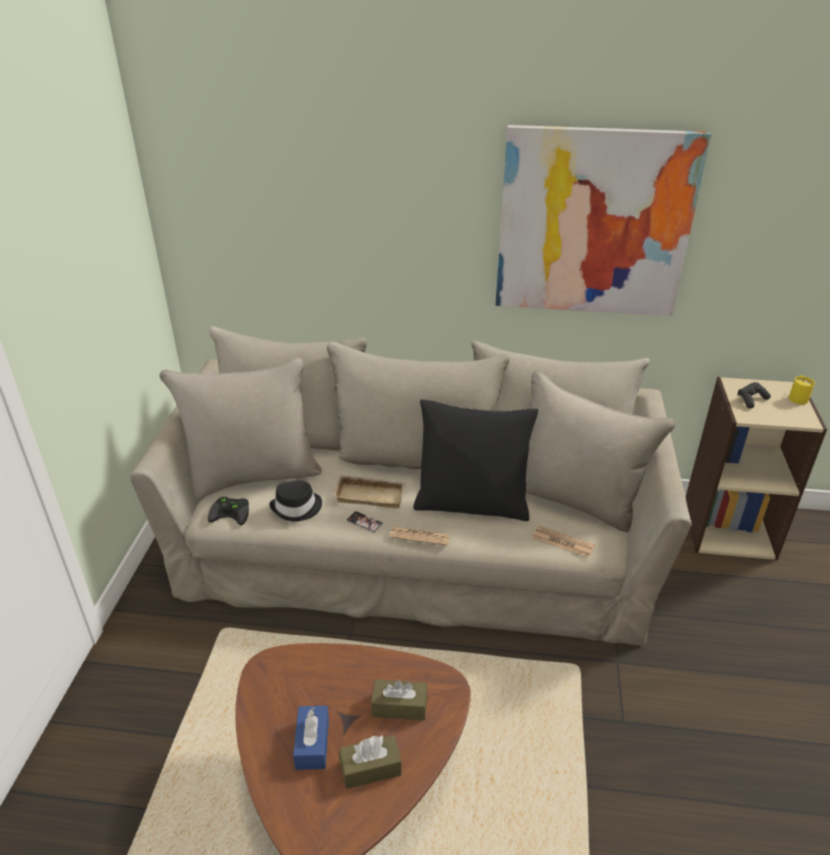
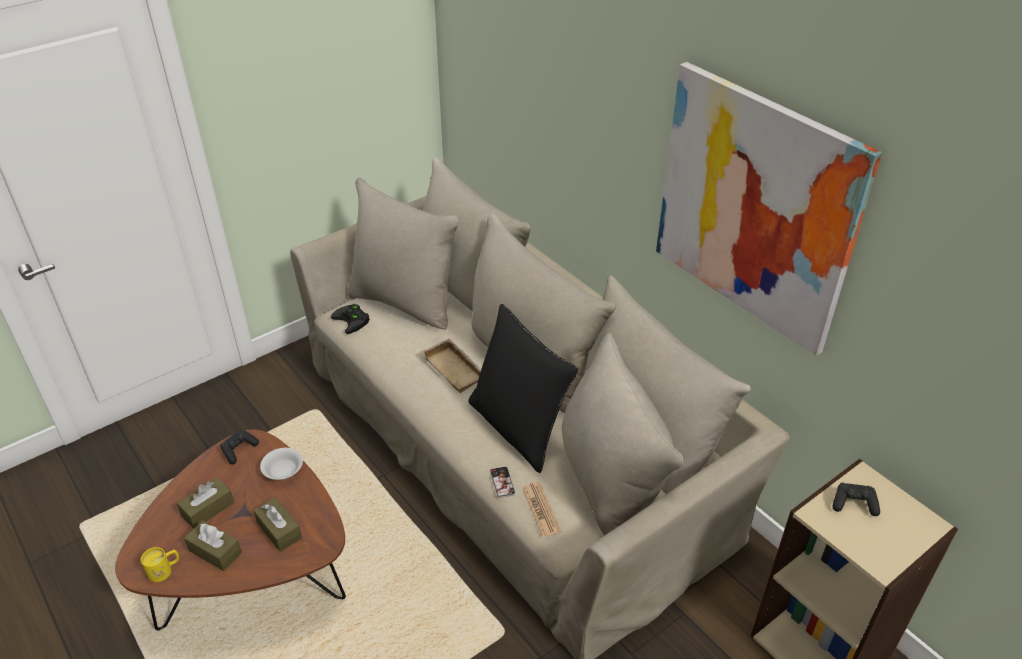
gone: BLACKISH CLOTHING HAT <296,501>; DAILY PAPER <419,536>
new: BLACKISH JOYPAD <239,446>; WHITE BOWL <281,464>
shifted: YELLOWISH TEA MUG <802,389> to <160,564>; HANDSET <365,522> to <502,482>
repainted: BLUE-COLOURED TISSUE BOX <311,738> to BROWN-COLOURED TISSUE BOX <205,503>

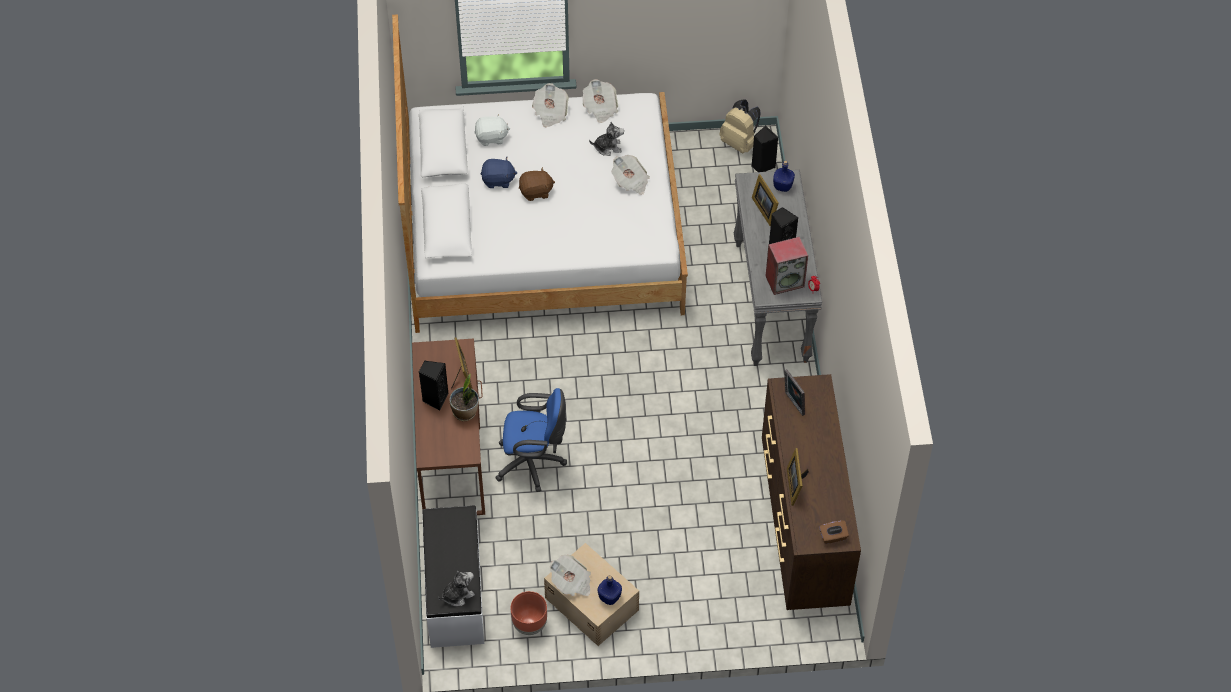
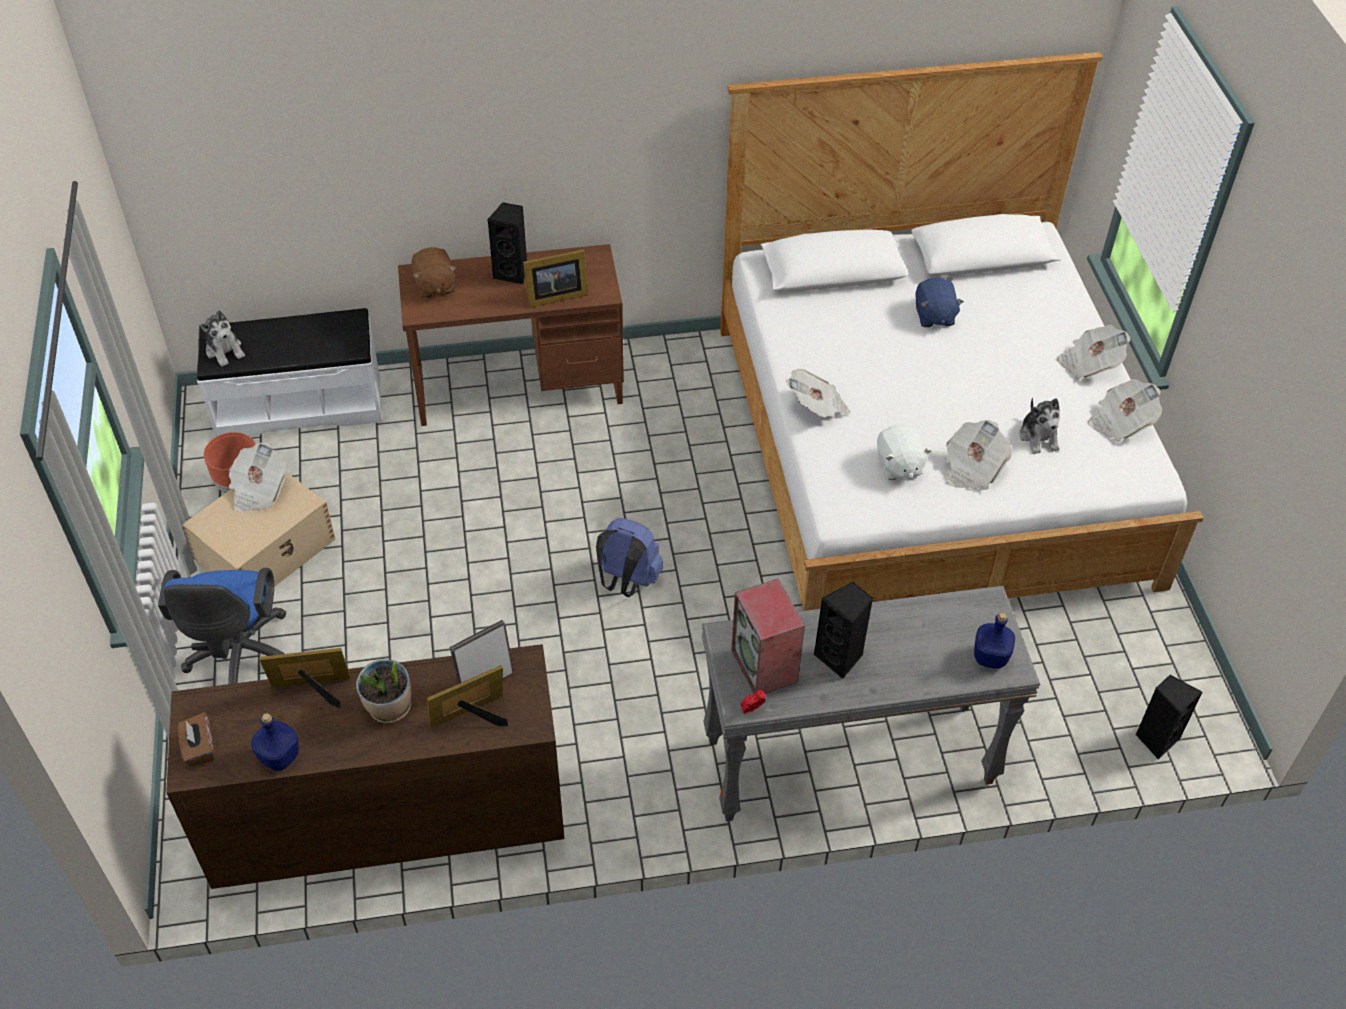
gone: SAND-COLOURED RUCKSACK <740,126>
new: DAILY PAPER <818,393>; BLUE-COLOURED RUCKSACK <629,557>
shifted: WHITE SOFT TOY <492,129> to <904,452>; BROWN-COLOURED SOFT TOY <537,184> to <433,272>; STANDING FRAME <765,200> to <467,697>; PLANT IN A POT <464,397> to <384,691>; BLUE-COLOURED COMPUTER CHAIR <531,440> to <222,626>; BLUE-COLOURED DRINK BOTTLE <610,590> to <275,742>

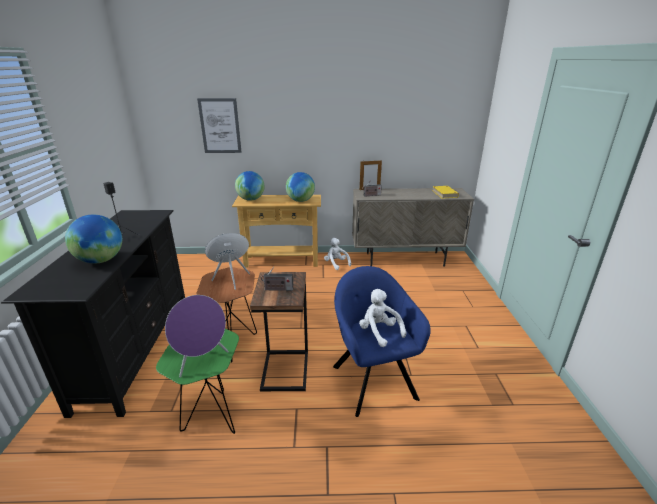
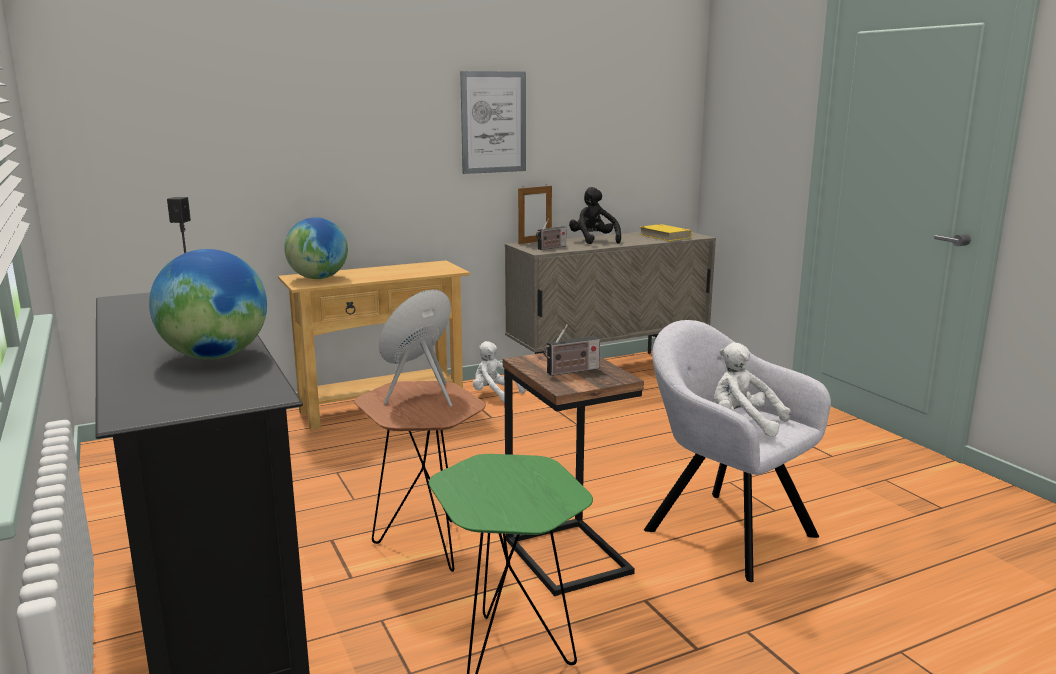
gone: DESK GLOBE <300,187>; PURPLE SPEAKER <197,336>
new: BLACKISH SOFT TOY <595,215>
shifted: WALL ART <219,125> to <493,122>
repainted: BLUE-COLOURED EASY CHAIR <382,341> to GREYISH EASY CHAIR <737,451>

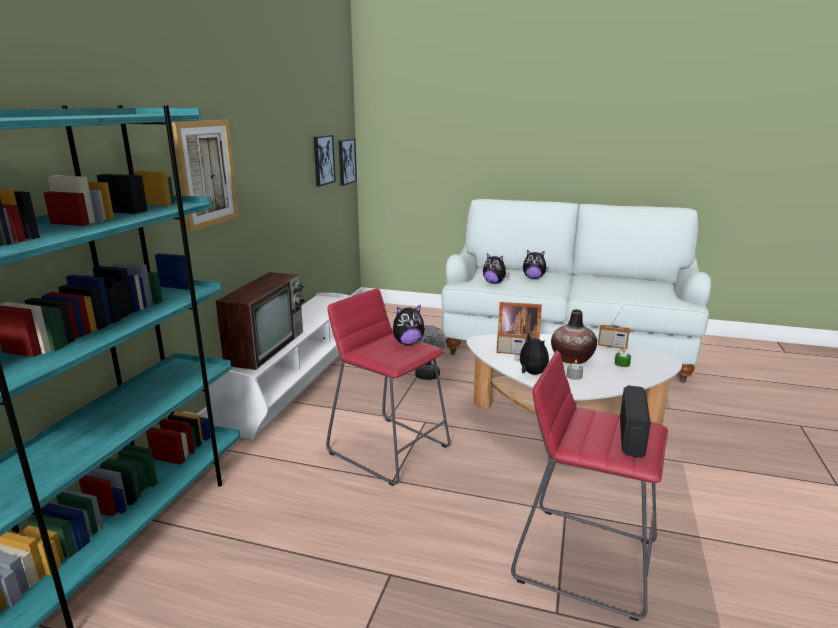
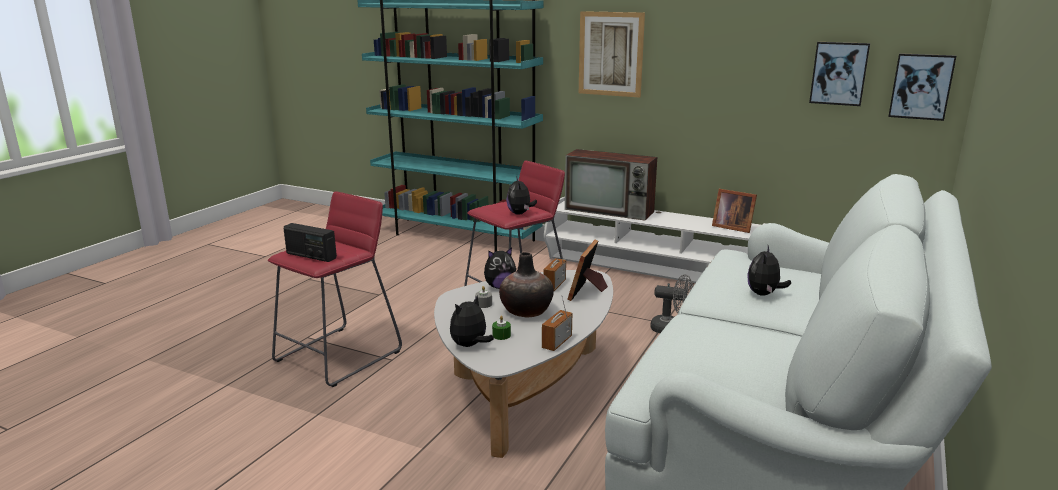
new: STANDING FRAME <734,211>
shifted: SOFT TOY <496,268> to <472,321>

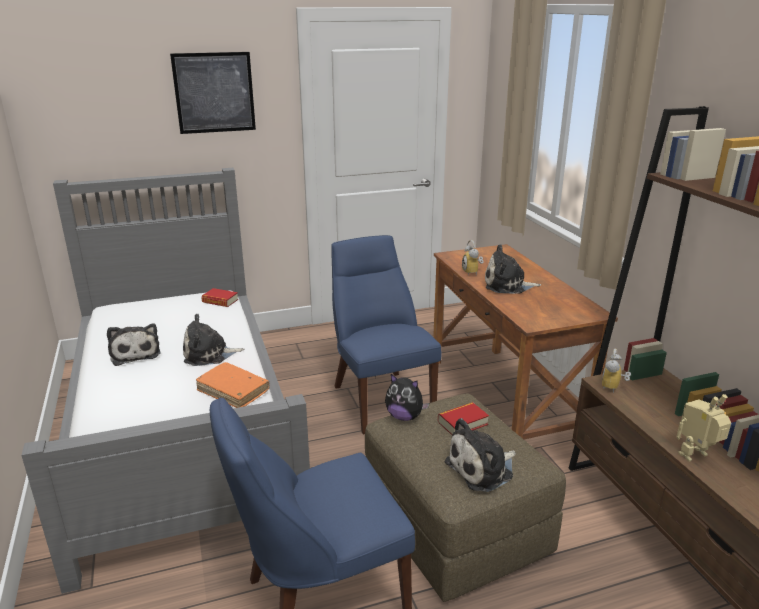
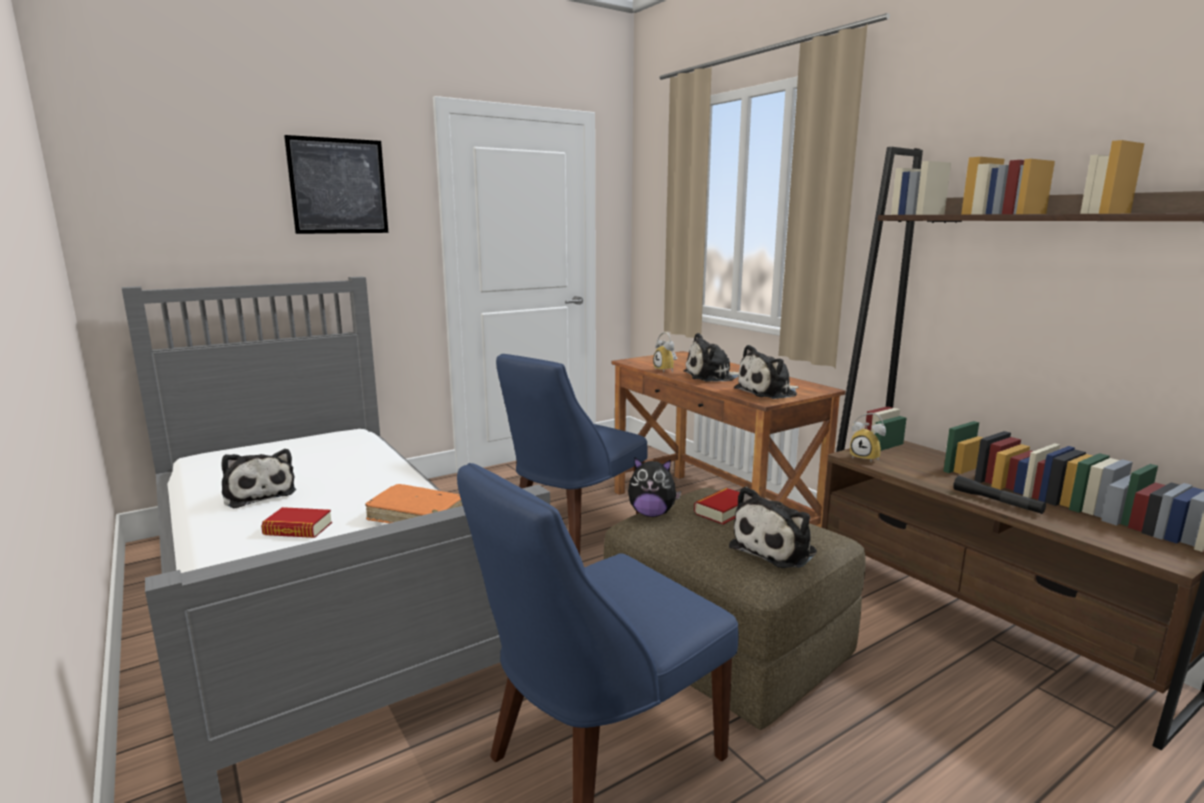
shifted: VOLUME <219,297> to <296,522>; SOFT TOY <213,340> to <766,372>
swapped: TOY ROBOT <704,428> to BLACKISH FLASHLIGHT <999,495>
rotated: BLUE-COLOURED UPRIGHT CHAIR <386,334> = <572,454> 105 degrees counterclockwise; ALARM CLOCK <616,371> = <868,437> 60 degrees counterclockwise

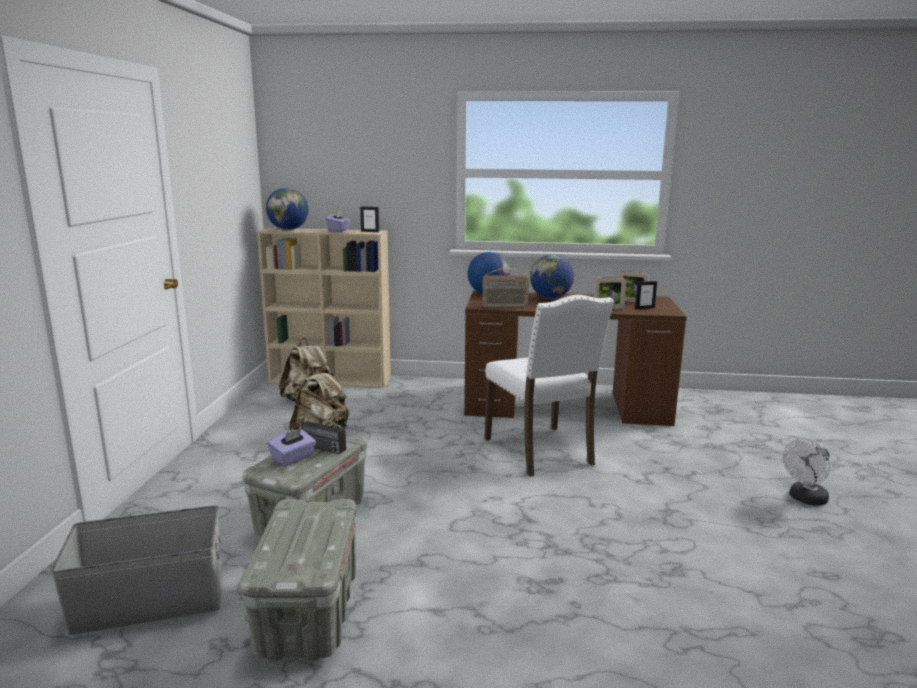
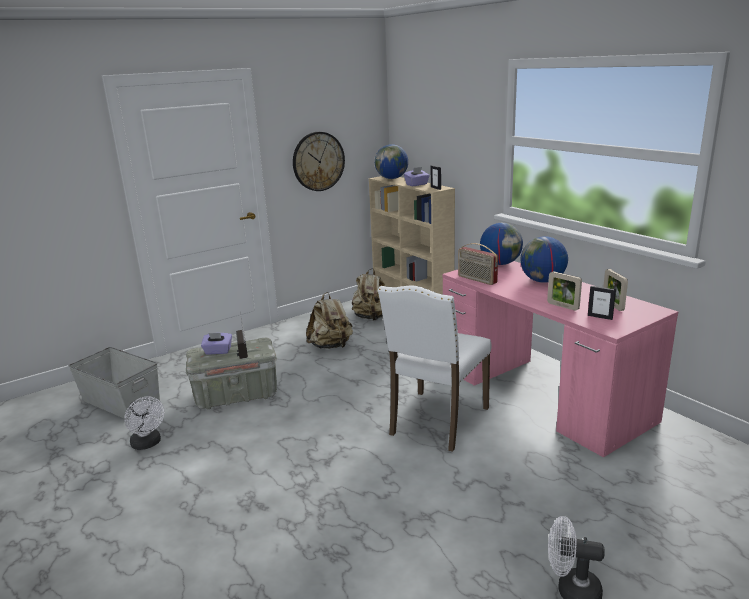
new: WALL CLOCK <319,161>
swapped: GREYISH STORAGE CONTAINER <298,580> to WHITE COOLING FAN <144,423>
repainted: BROWN-COLOURED DESK <575,358> to PINK DESK <560,359>

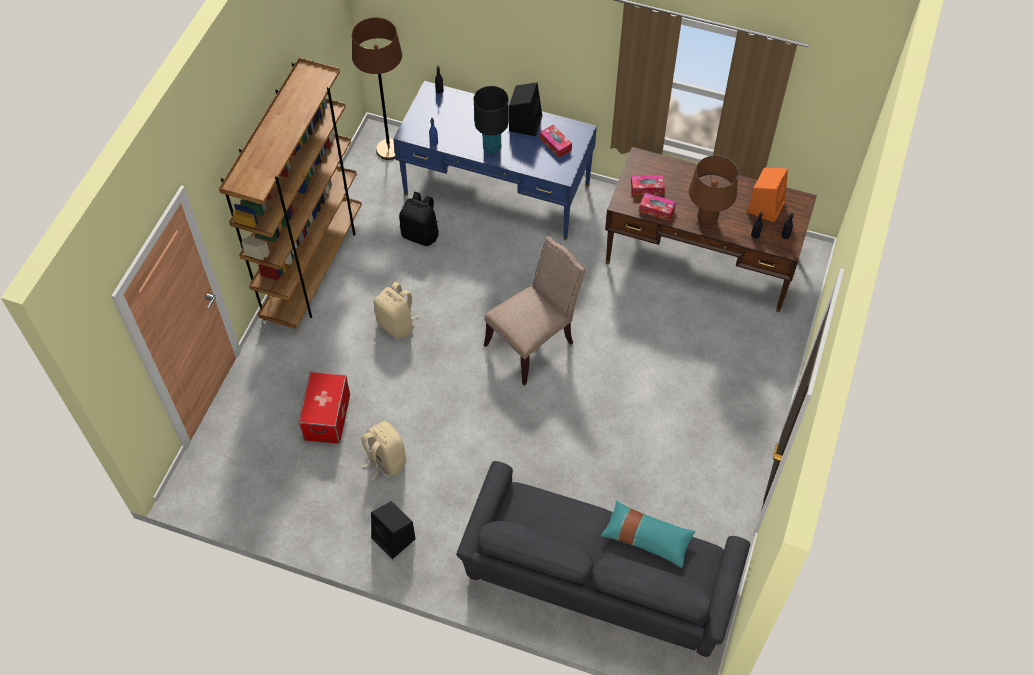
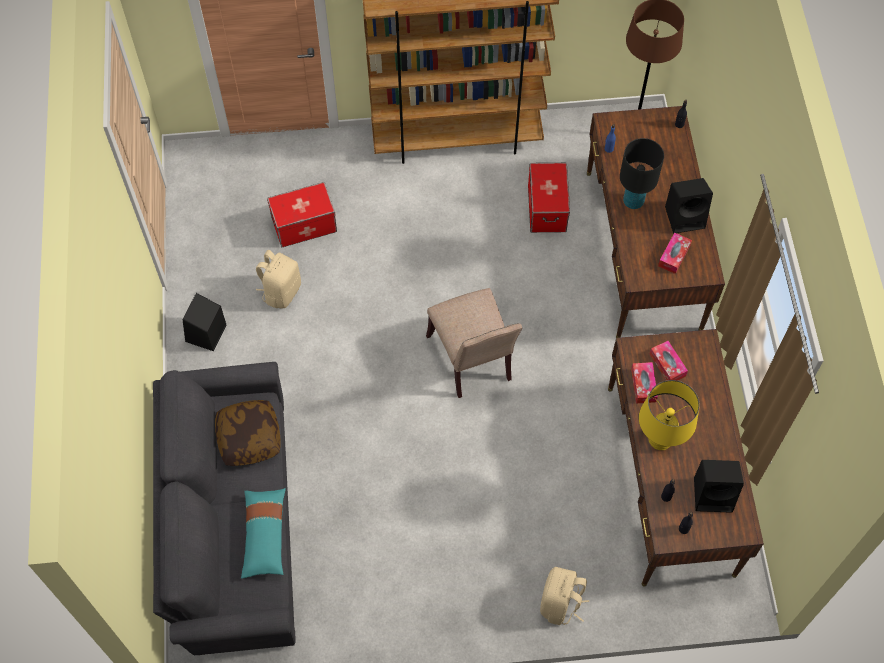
new: PILLOW <248,433>
shifted: SAND-COLOURED RUCKSACK <396,310> to <564,596>
swapped: BLACKISH RUCKSACK <419,219> to STORAGE CONTAINER <549,198>
repainted: BLUE-COLOURED DESK <495,160> to BROWN-COLOURED DESK <656,222>; BROWN-COLOURED TABLE LAMP <713,190> to YELLOWISH TABLE LAMP <669,415>; ORANGEY SPEAKER <768,195> to BLACKISH SPEAKER <719,486>
rotated: SAND-COLOURED UPRIGHT CHAIR <534,311> = <474,343> 45 degrees clockwise

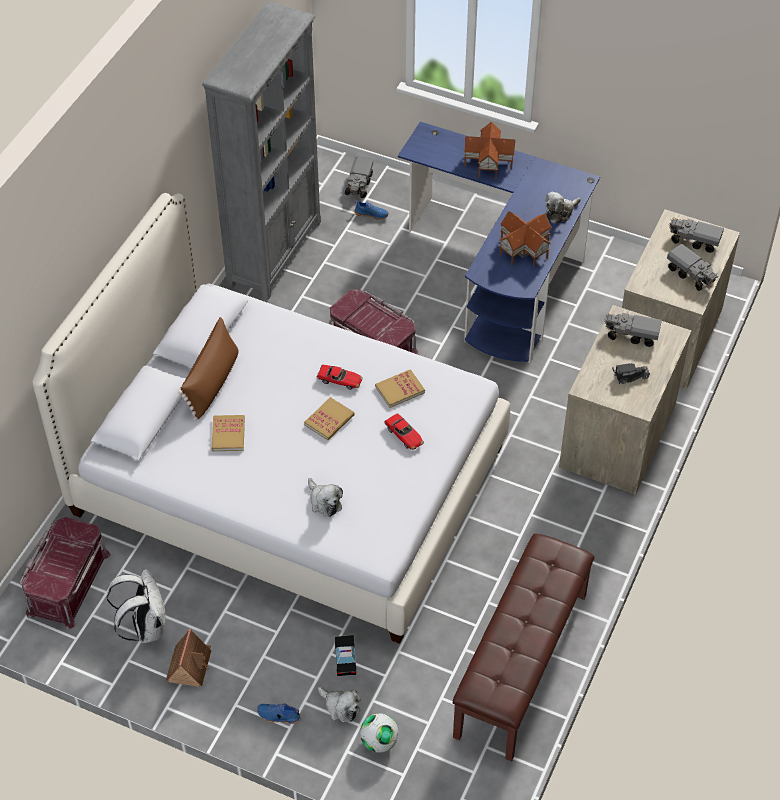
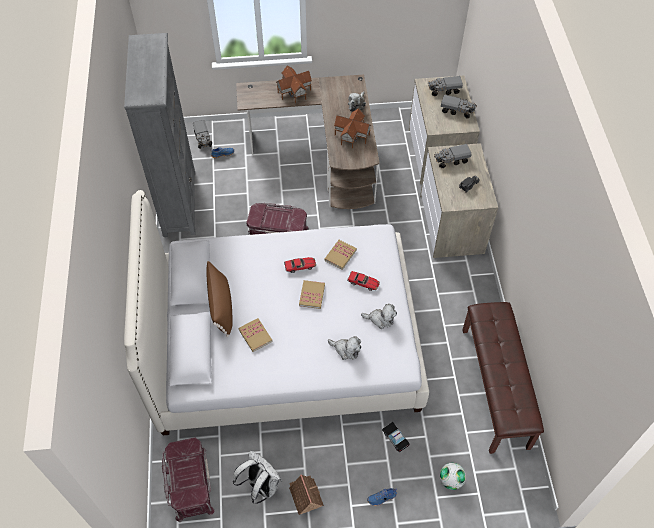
shifted: SOFT TOY <339,704> to <379,316>
repainted: BLUE-COLOURED DESK <499,242> to BROWN-COLOURED DESK <308,141>

